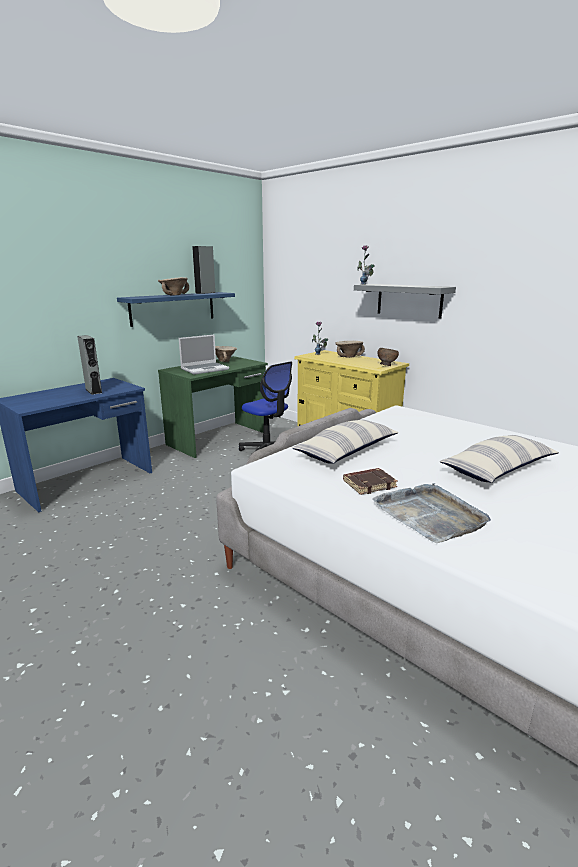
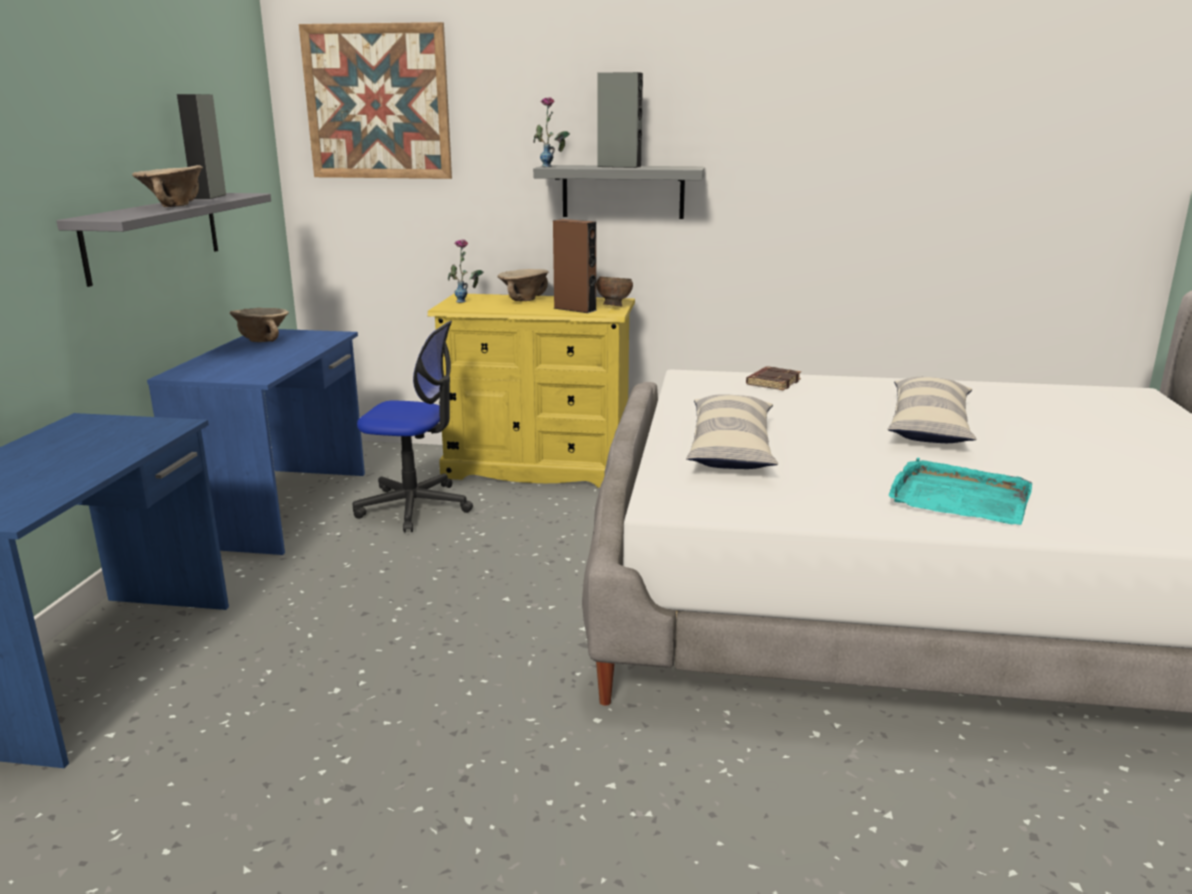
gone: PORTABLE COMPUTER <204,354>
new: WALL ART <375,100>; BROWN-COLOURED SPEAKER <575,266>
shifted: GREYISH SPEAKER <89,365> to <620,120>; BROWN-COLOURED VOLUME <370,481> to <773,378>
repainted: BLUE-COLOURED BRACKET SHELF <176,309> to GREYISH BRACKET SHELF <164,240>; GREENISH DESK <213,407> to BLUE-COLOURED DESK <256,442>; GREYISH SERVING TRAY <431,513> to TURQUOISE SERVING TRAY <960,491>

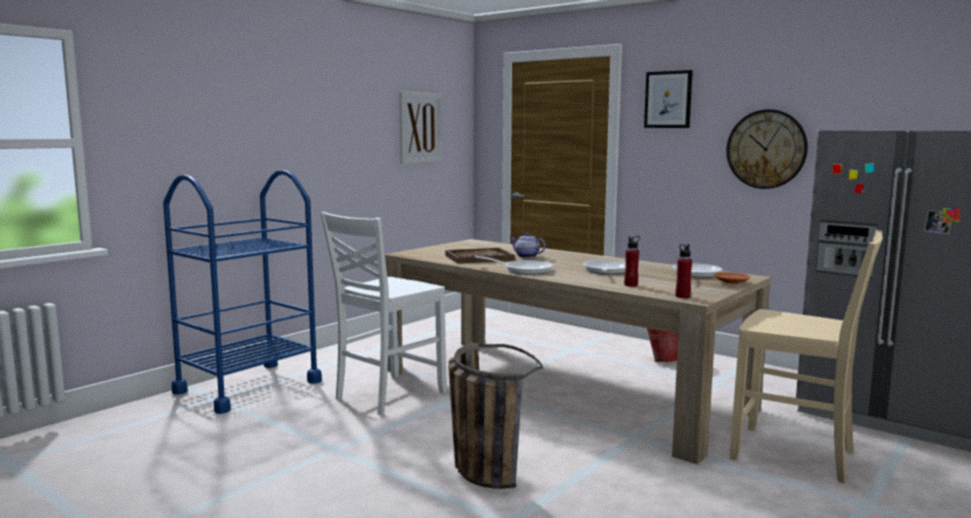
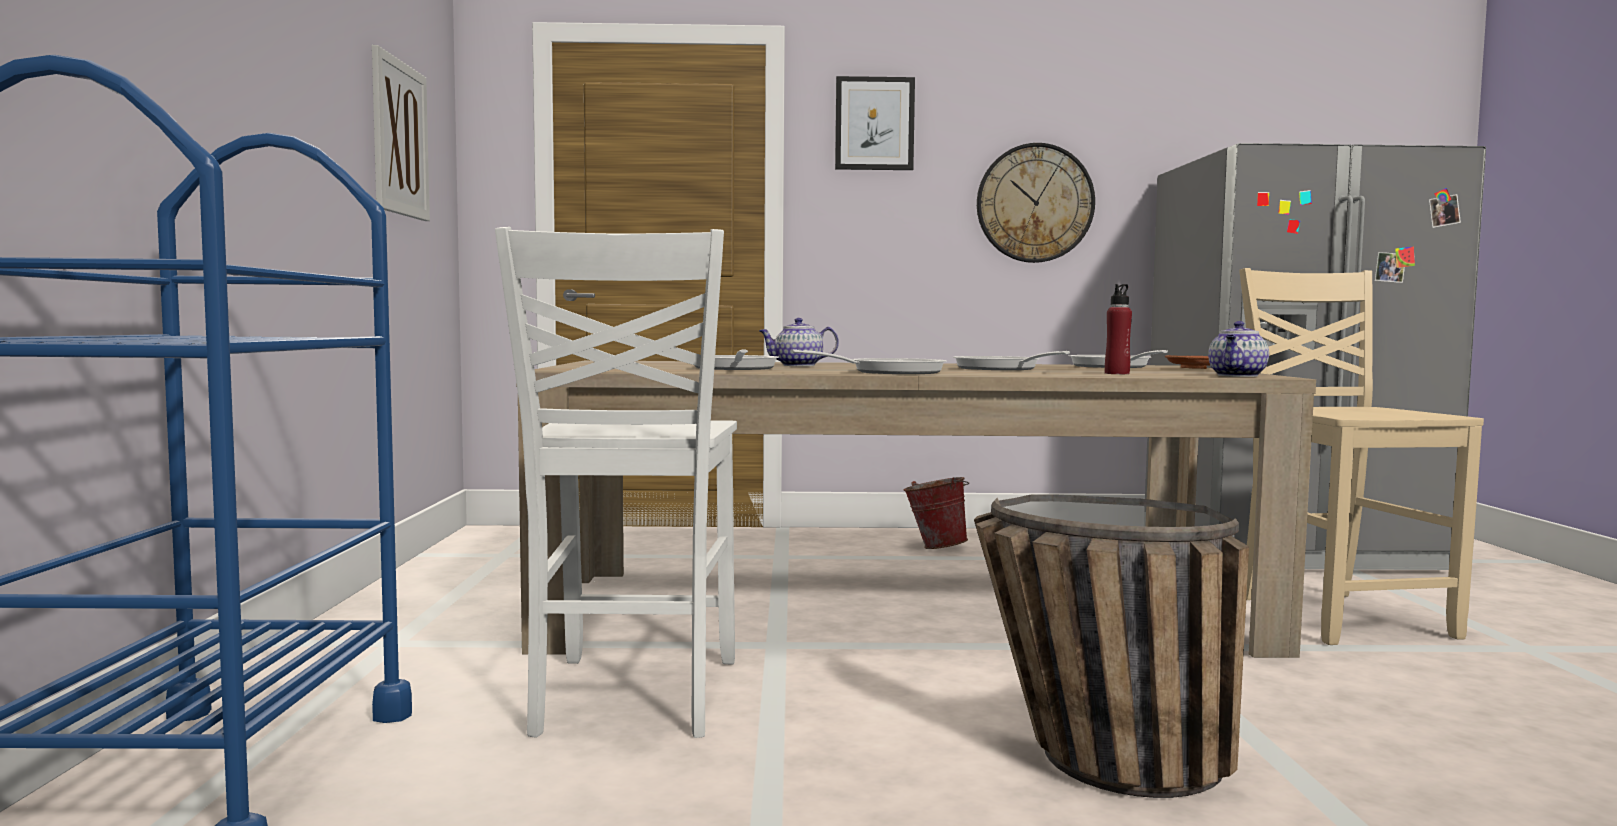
swapped: RED DRINK BOTTLE <683,271> to TEA POT <1238,349>; BROWN-COLOURED SERVING TRAY <480,256> to PAN <736,359>
rotated: SAND-COLOURED UPRIGHT CHAIR <806,356> = <1361,456> 90 degrees counterclockwise

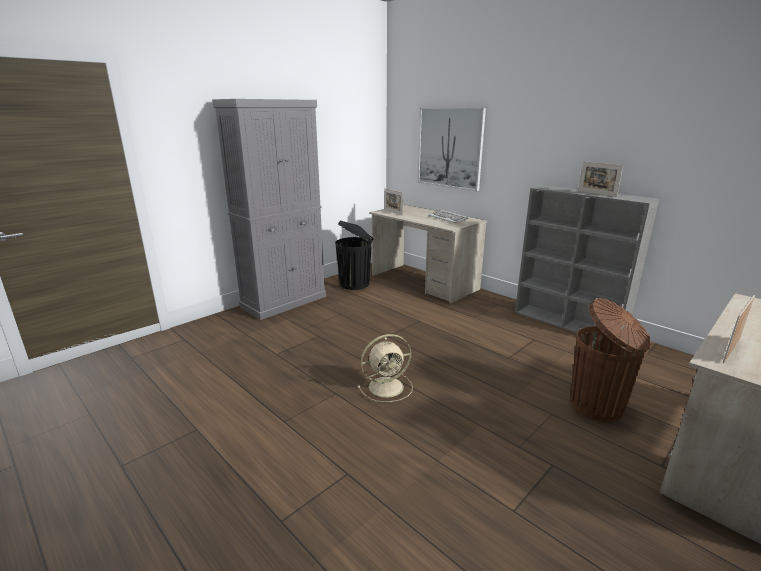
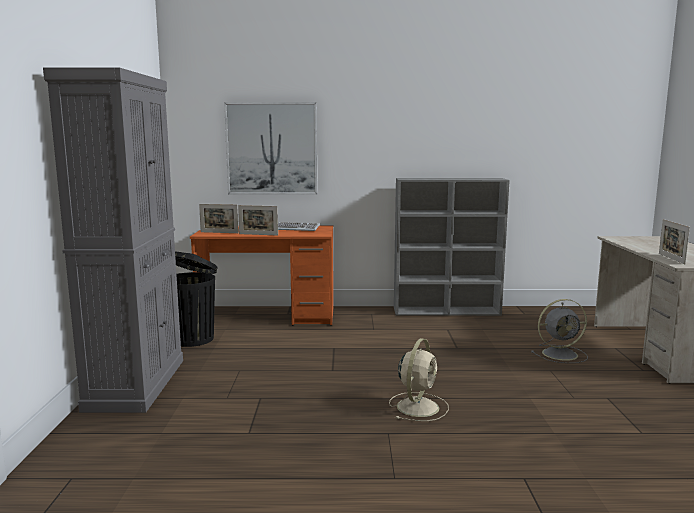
shifted: STANDING FRAME <600,179> to <258,220>
swapped: BROWN-COLOURED RUBBISH BIN <611,360> to GREYISH COOLING FAN <559,331>
repainted: SAND-COLOURED DESK <428,254> to ORANGEY DESK <262,275>

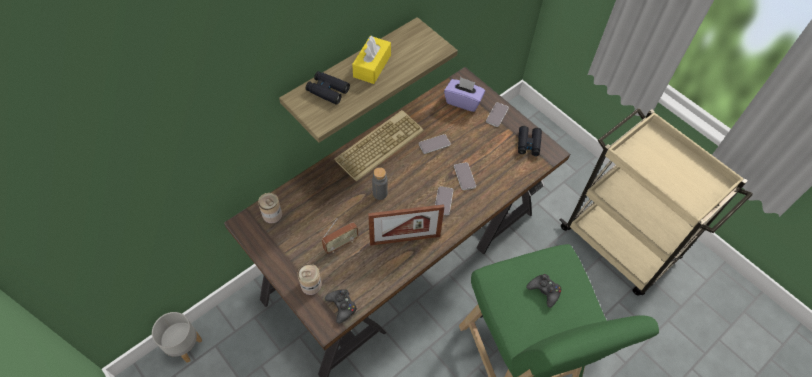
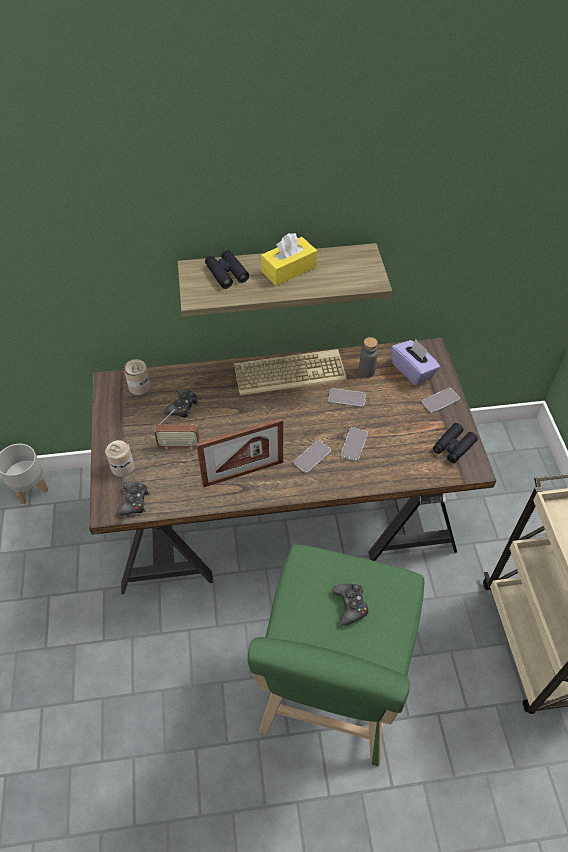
new: BLACKISH JOYPAD <181,403>
shifted: GREYISH DRINK BOTTLE <380,183> to <368,357>
rotated: STANDING FRAME <406,225> = <239,452> 45 degrees counterclockwise

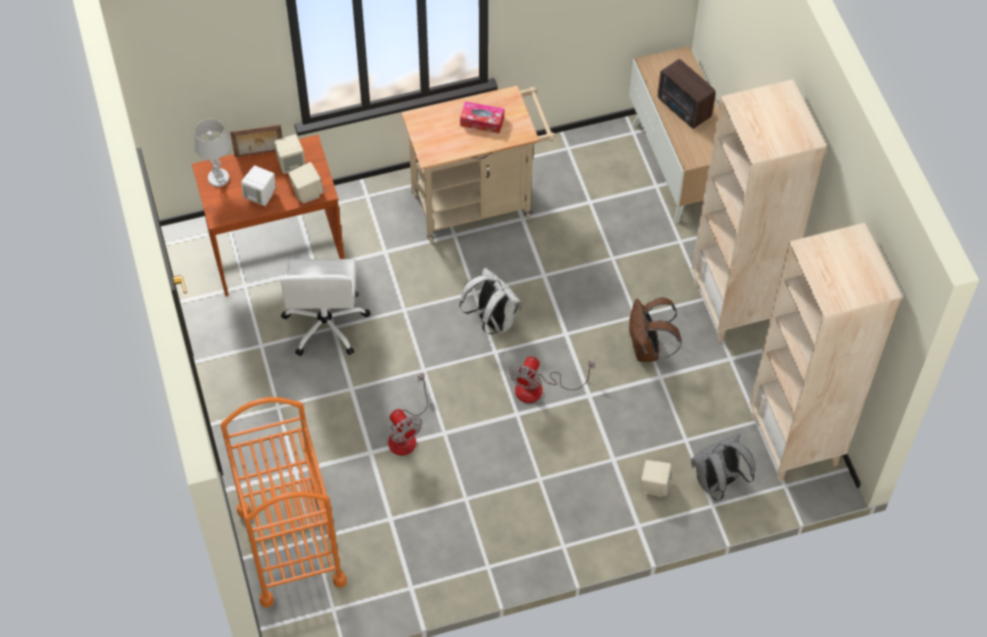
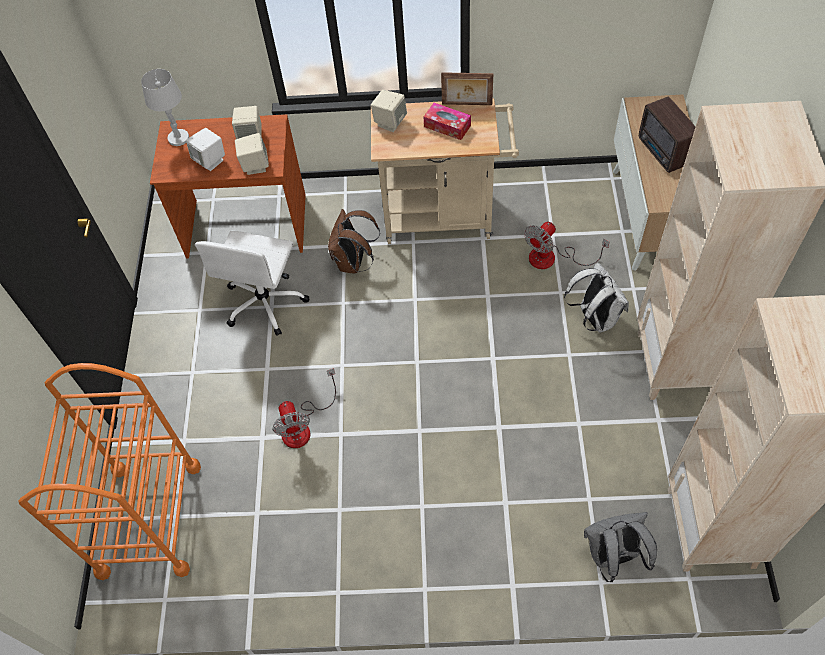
shifted: STANDING FRAME <256,140> to <467,88>; WHITE RUCKSACK <491,301> to <596,297>; BROWN-COLOURED RUCKSACK <655,329> to <354,241>; COOLING FAN <552,379> to <566,245>; SAND-COLOURED SPEAKER <656,478> to <389,111>

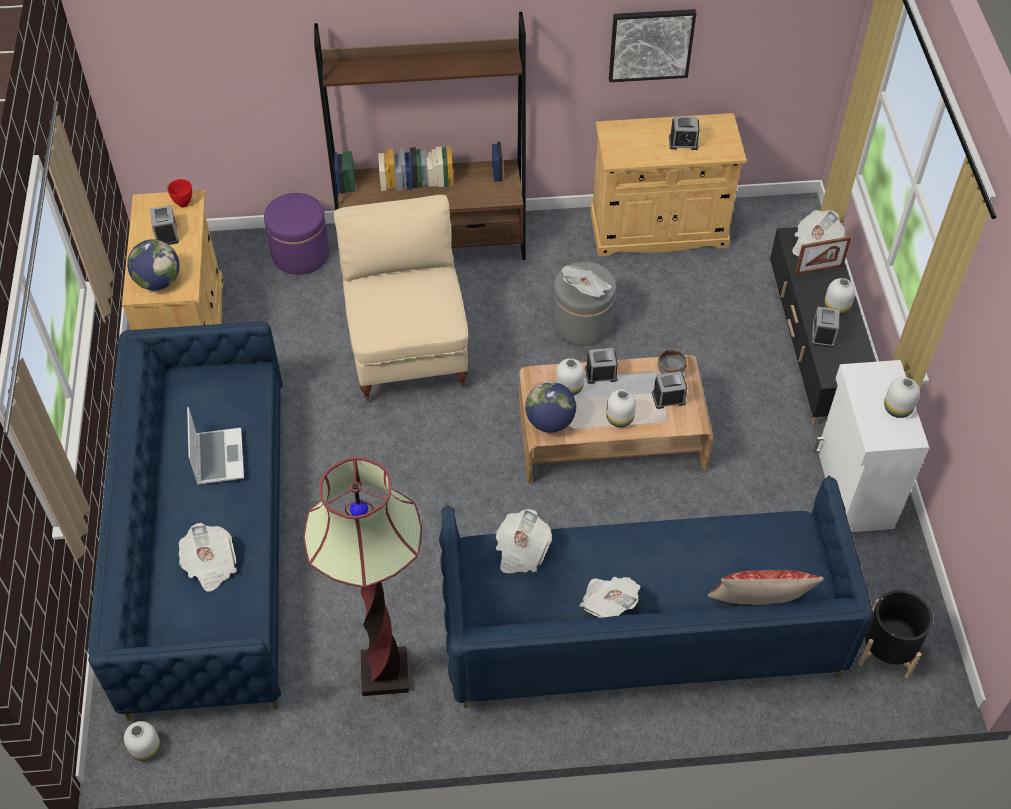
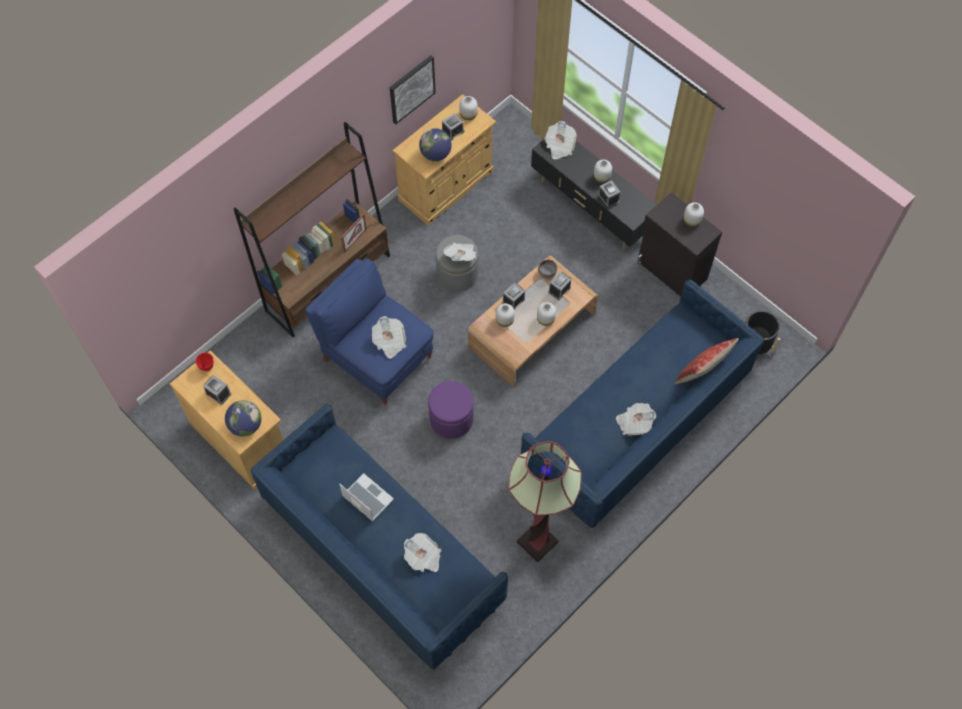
shifted: PURPLE POUFFE <296,234> to <451,410>; STANDING FRAME <823,255> to <354,233>; DESK GLOBE <550,407> to <435,144>; DAILY PAPER <523,541> to <389,337>; WHITE VASE <142,741> to <468,108>
repainted: SAND-COLOURED EASY CHAIR <401,298> to BLUE-COLOURED EASY CHAIR <369,331>; WHITE STORAGE CABINET <871,446> to BLACKISH STORAGE CABINET <679,244>

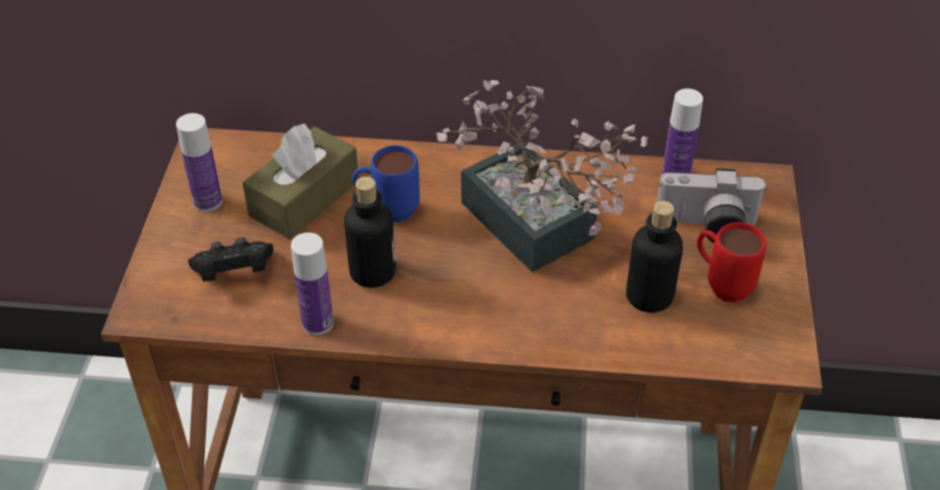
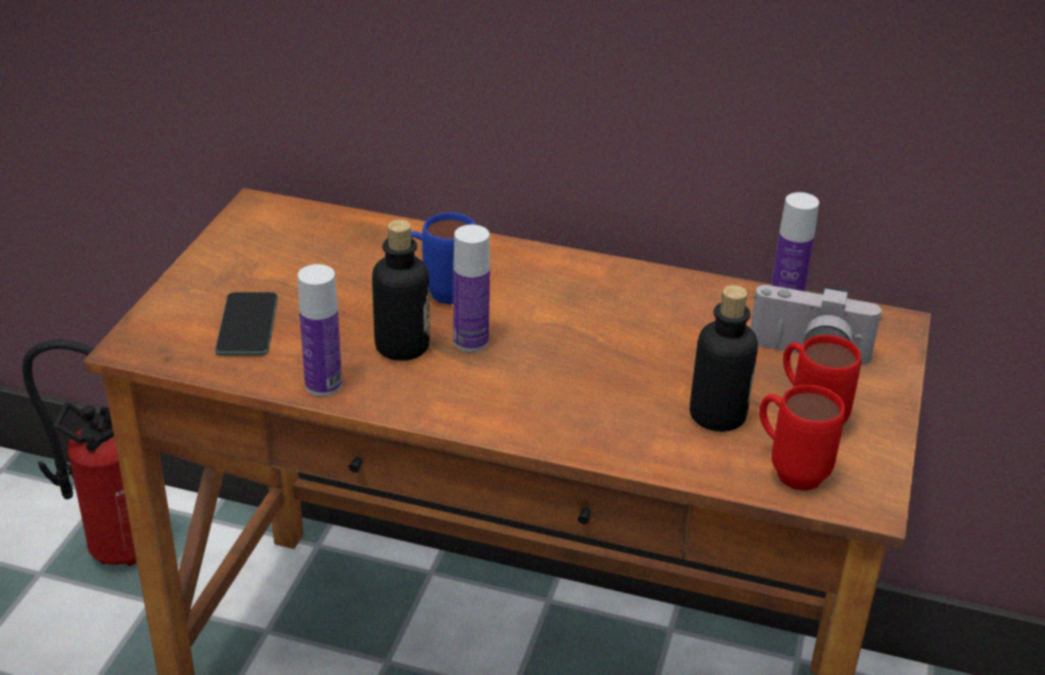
gone: PLANT IN A POT <542,176>; BROWN-COLOURED TISSUE BOX <301,181>
new: FIRE-FIGHTING CYLINDER <79,453>; RED TEA MUG <802,438>
shifted: DRINK BOTTLE <199,162> to <471,288>
swapped: BLACKISH JOYPAD <230,259> to HANDSET <246,324>

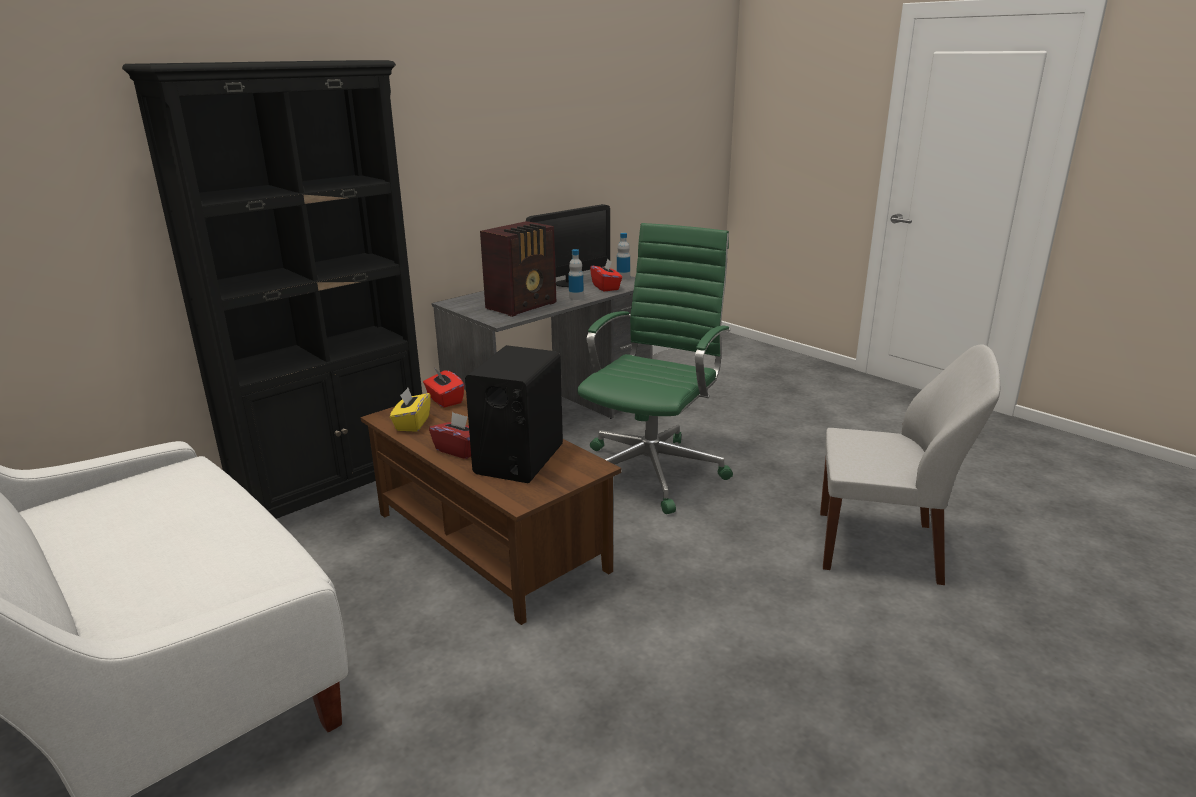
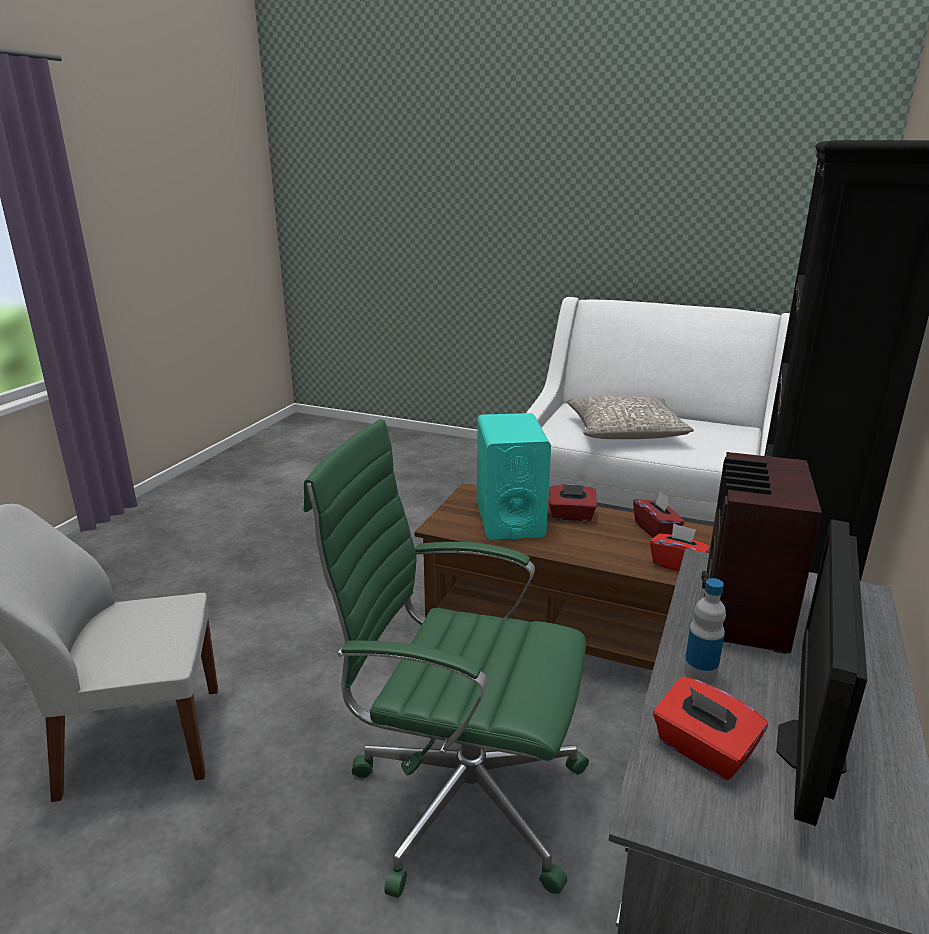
gone: DRINK BOTTLE <623,256>
new: GREYISH PILLOW <630,417>
repainted: BLACKISH SPEAKER <514,414> to TURQUOISE SPEAKER <514,476>; YELLOWISH TISSUE BOX <410,410> to RED TISSUE BOX <659,515>
rotated: GREENISH COMPUTER CHAIR <655,368> = <446,658> 105 degrees clockwise

